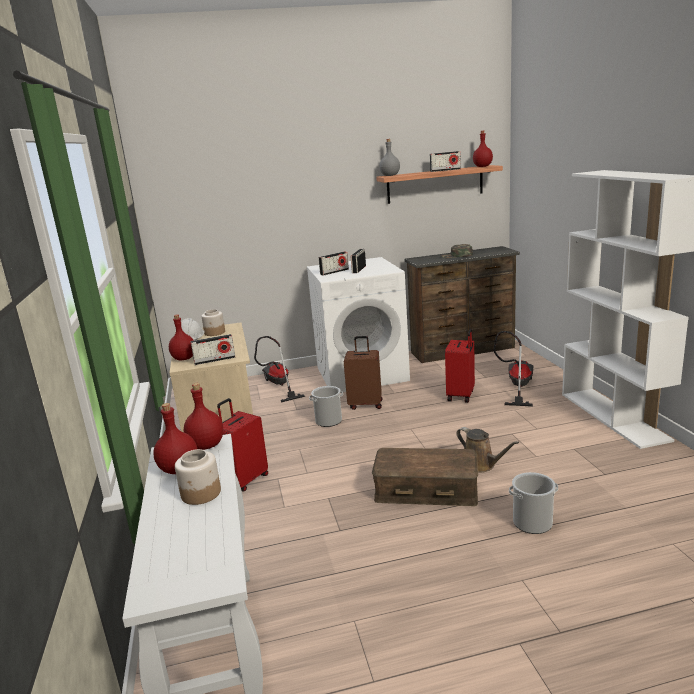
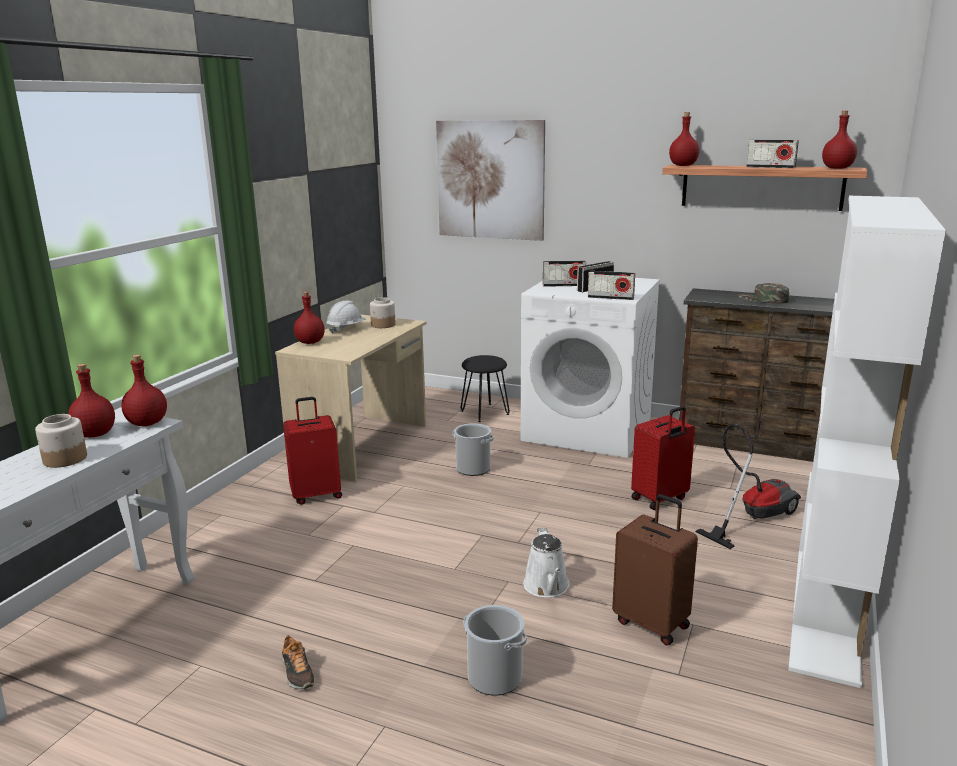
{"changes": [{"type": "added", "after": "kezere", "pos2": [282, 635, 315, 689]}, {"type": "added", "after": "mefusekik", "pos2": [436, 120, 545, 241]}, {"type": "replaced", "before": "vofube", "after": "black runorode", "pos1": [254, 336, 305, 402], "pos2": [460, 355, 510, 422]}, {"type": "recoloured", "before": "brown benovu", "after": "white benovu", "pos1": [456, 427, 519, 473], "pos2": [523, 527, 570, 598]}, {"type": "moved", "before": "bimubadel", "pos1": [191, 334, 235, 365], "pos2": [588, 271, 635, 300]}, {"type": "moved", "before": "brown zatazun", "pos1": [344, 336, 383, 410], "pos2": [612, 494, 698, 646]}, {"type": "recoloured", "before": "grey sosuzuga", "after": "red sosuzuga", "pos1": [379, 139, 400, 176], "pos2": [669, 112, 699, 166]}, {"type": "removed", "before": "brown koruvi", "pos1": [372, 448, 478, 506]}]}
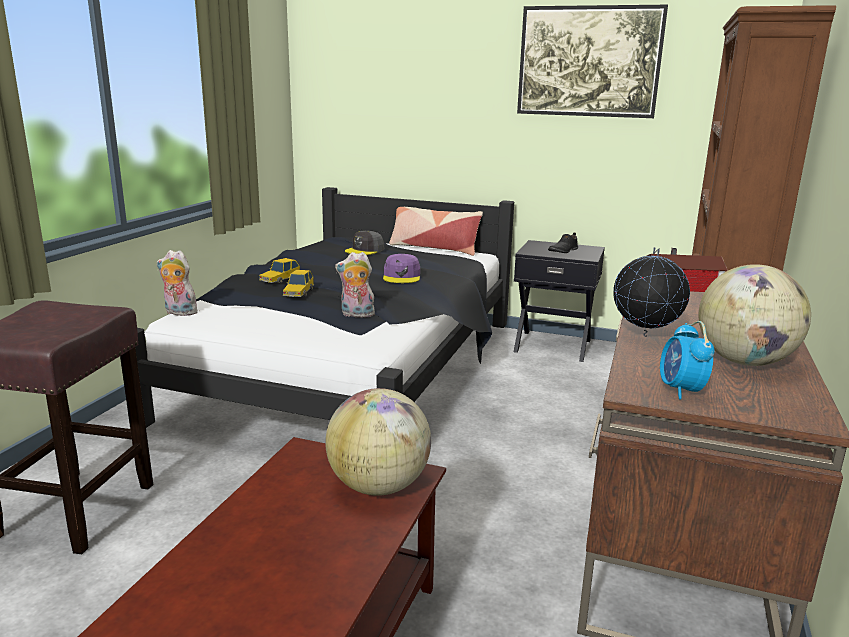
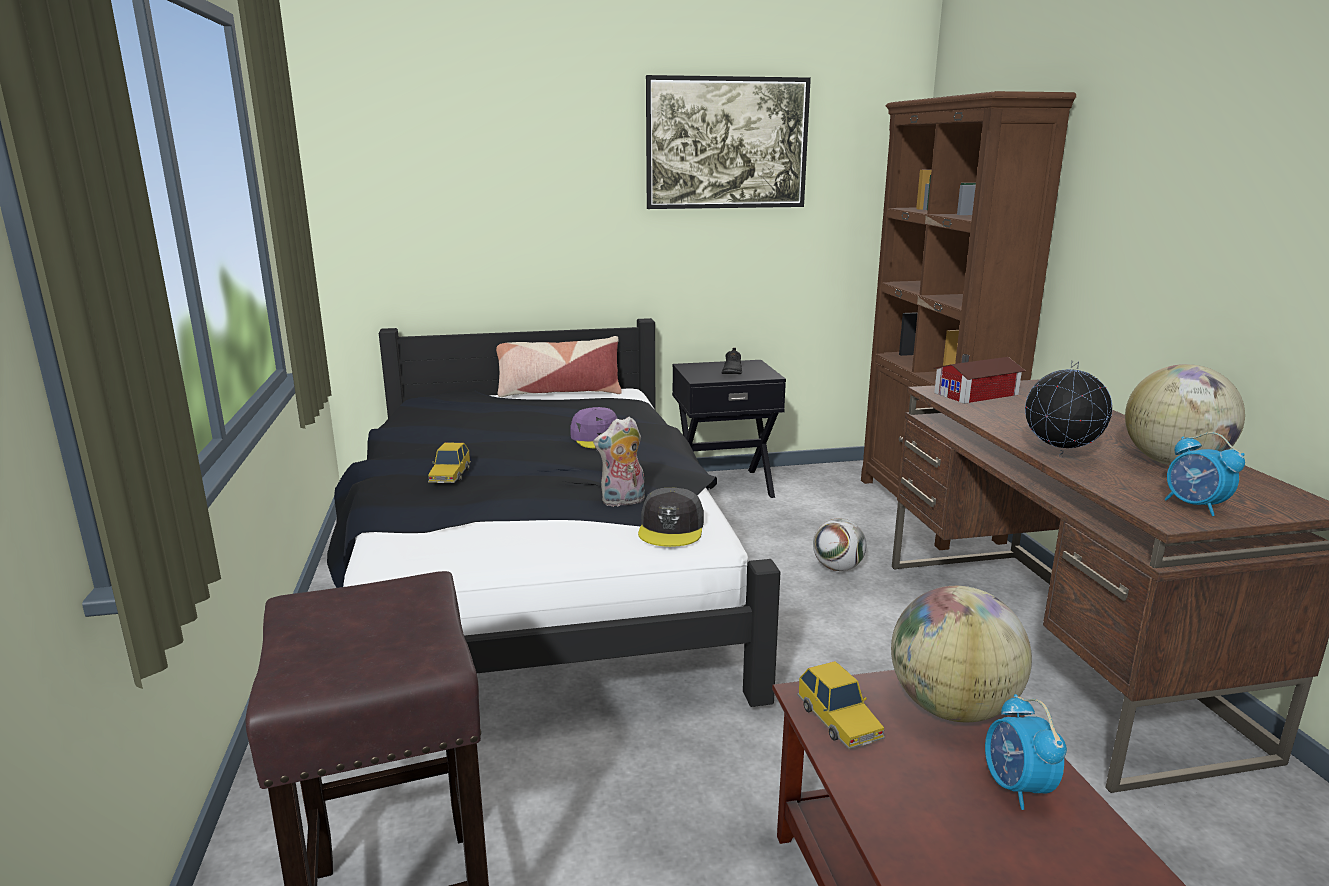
{"changes": [{"type": "moved", "before": "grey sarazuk", "pos1": [345, 231, 384, 255], "pos2": [638, 488, 704, 547]}, {"type": "moved", "before": "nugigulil", "pos1": [282, 270, 314, 297], "pos2": [797, 661, 885, 749]}, {"type": "added", "after": "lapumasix", "pos2": [813, 518, 866, 571]}, {"type": "added", "after": "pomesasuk", "pos2": [985, 694, 1067, 810]}, {"type": "removed", "before": "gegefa", "pos1": [157, 250, 202, 316]}]}
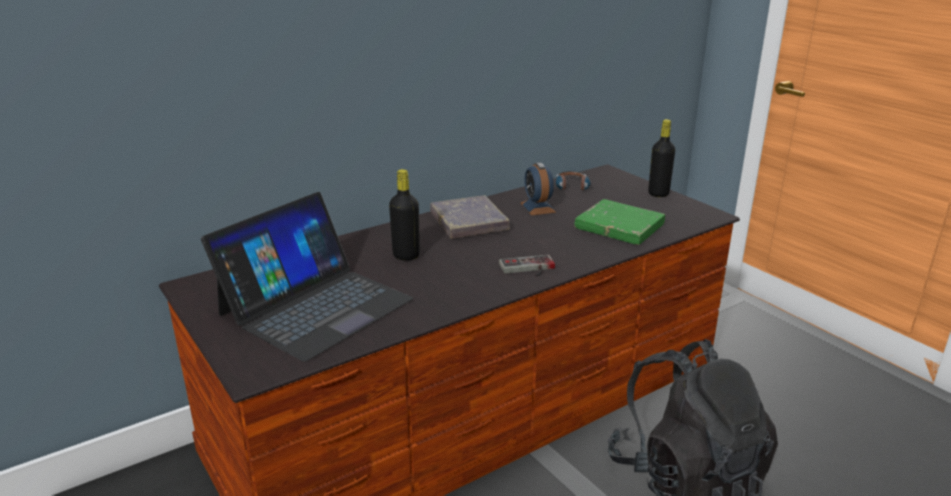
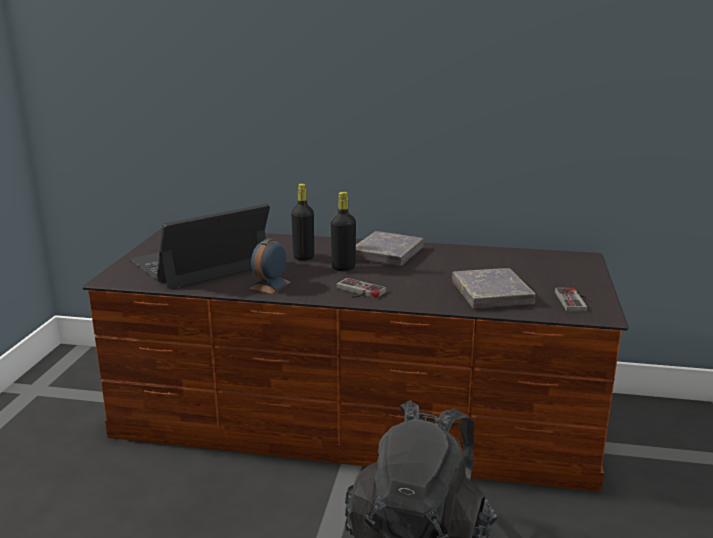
{"changes": [{"type": "turned", "before": "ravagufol", "pos1": [201, 192, 413, 362], "pos2": [130, 204, 270, 289], "turn": 150}, {"type": "moved", "before": "pomesasuk", "pos1": [521, 162, 556, 215], "pos2": [249, 238, 291, 294]}, {"type": "moved", "before": "black sosuzuga", "pos1": [648, 119, 675, 197], "pos2": [331, 192, 356, 271]}, {"type": "recoloured", "before": "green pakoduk", "after": "grey pakoduk", "pos1": [574, 199, 665, 245], "pos2": [452, 268, 536, 308]}, {"type": "added", "after": "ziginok", "pos2": [555, 288, 592, 312]}, {"type": "removed", "before": "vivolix", "pos1": [556, 171, 590, 190]}]}
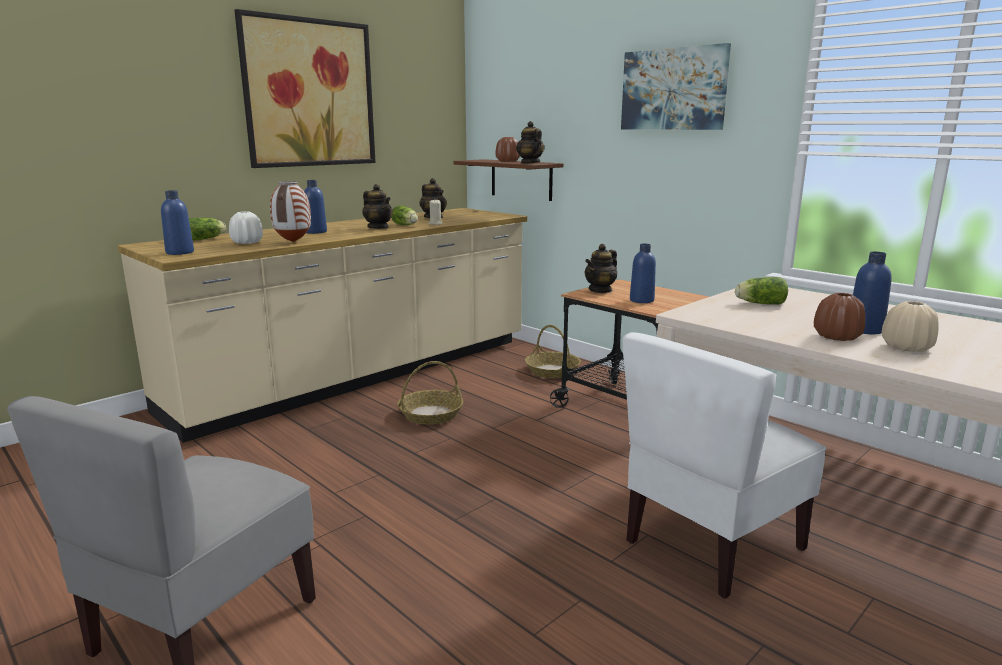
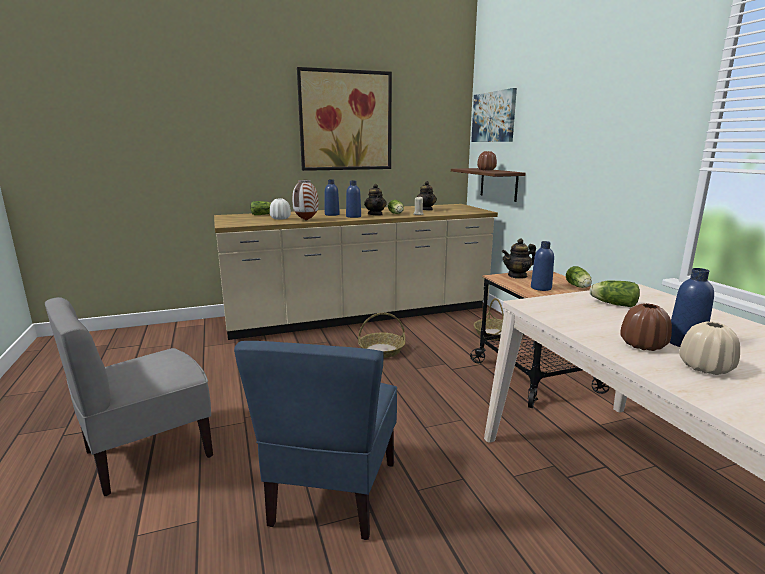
{"changes": [{"type": "added", "after": "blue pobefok", "pos2": [234, 341, 397, 540]}, {"type": "moved", "before": "blue sosuzuga", "pos1": [161, 190, 194, 255], "pos2": [346, 180, 361, 218]}, {"type": "moved", "before": "mefusekik", "pos1": [621, 43, 731, 130], "pos2": [471, 88, 517, 142]}, {"type": "added", "after": "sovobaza", "pos2": [566, 266, 592, 288]}, {"type": "removed", "before": "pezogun", "pos1": [516, 121, 545, 164]}, {"type": "removed", "before": "white pobefok", "pos1": [623, 332, 827, 599]}]}
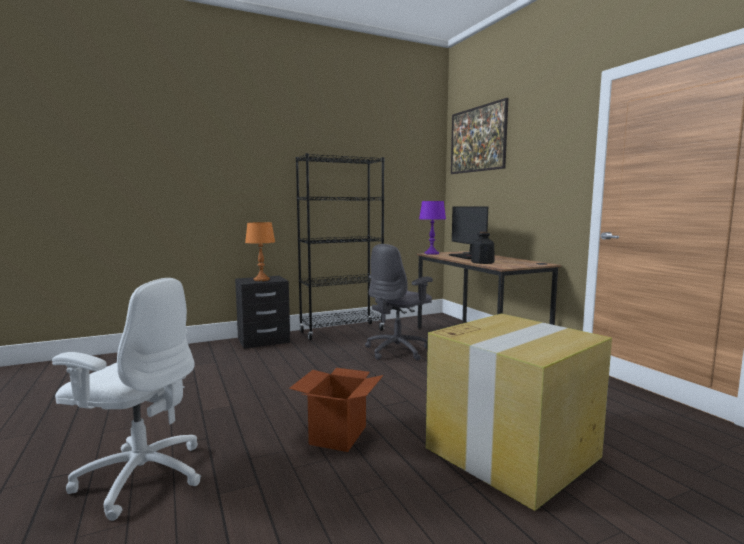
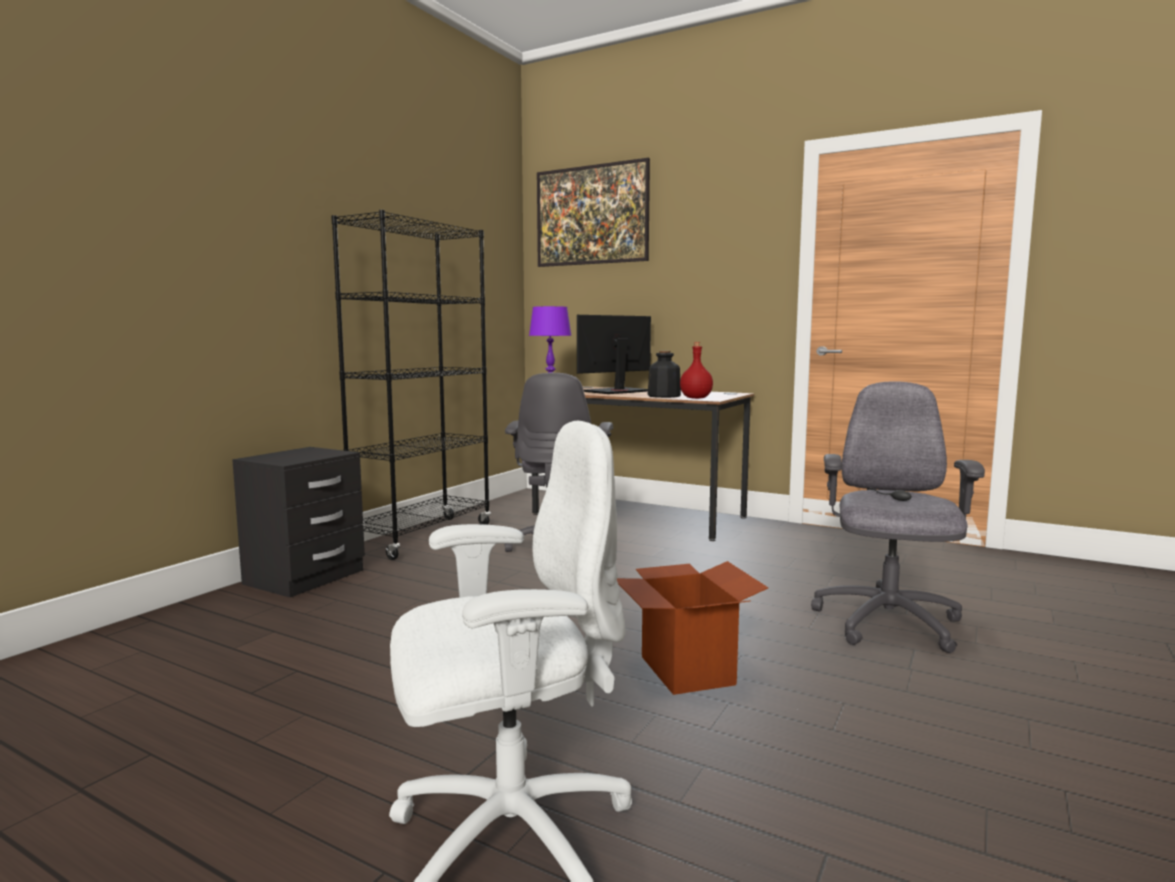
{"changes": [{"type": "turned", "before": "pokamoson", "pos1": [449, 207, 488, 259], "pos2": [577, 315, 651, 394], "turn": 105}, {"type": "added", "after": "red sosuzuga", "pos2": [680, 342, 713, 399]}, {"type": "replaced", "before": "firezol", "after": "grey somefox", "pos1": [426, 314, 612, 511], "pos2": [811, 381, 985, 653]}, {"type": "removed", "before": "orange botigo", "pos1": [245, 222, 275, 281]}]}
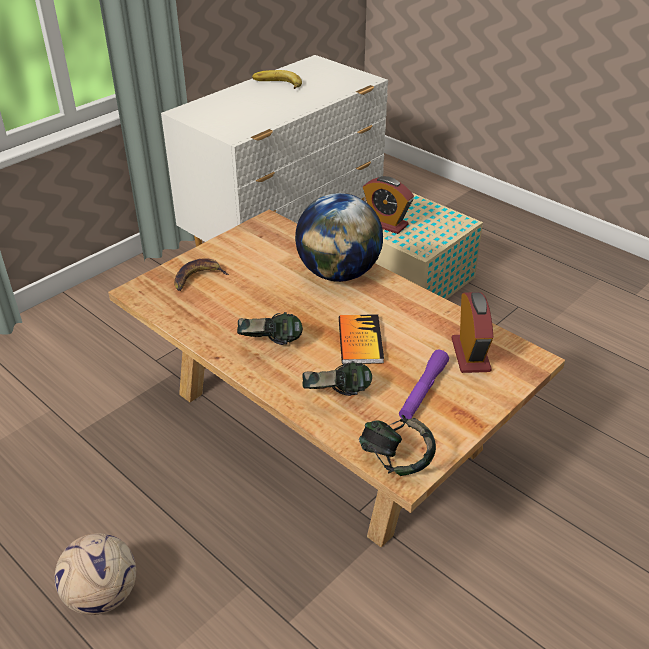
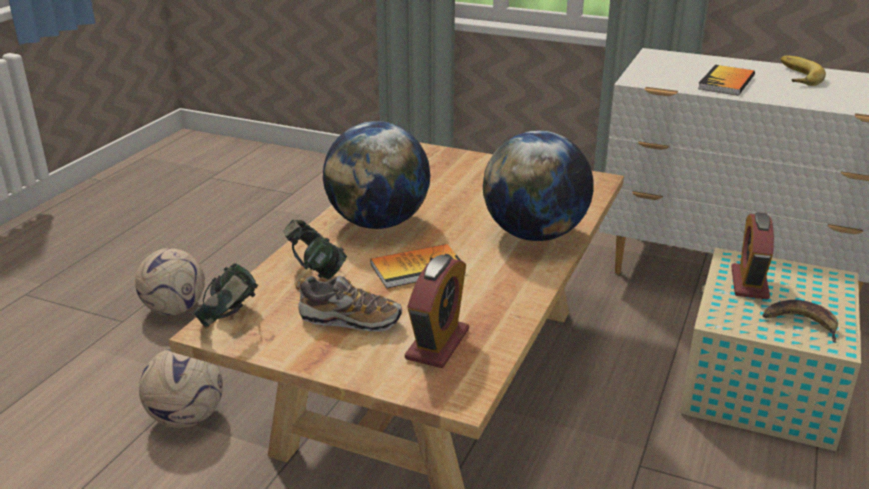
{"changes": [{"type": "added", "after": "lapumasix", "pos2": [139, 348, 223, 428]}, {"type": "replaced", "before": "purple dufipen", "after": "kezere", "pos1": [399, 350, 449, 420], "pos2": [296, 276, 402, 332]}, {"type": "replaced", "before": "vivolix", "after": "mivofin", "pos1": [237, 312, 303, 345], "pos2": [323, 121, 430, 229]}, {"type": "turned", "before": "pomesasuk", "pos1": [452, 292, 493, 373], "pos2": [405, 255, 469, 368], "turn": -45}, {"type": "added", "after": "pakoduk", "pos2": [698, 65, 755, 95]}, {"type": "moved", "before": "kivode", "pos1": [174, 258, 229, 291], "pos2": [763, 300, 838, 343]}]}
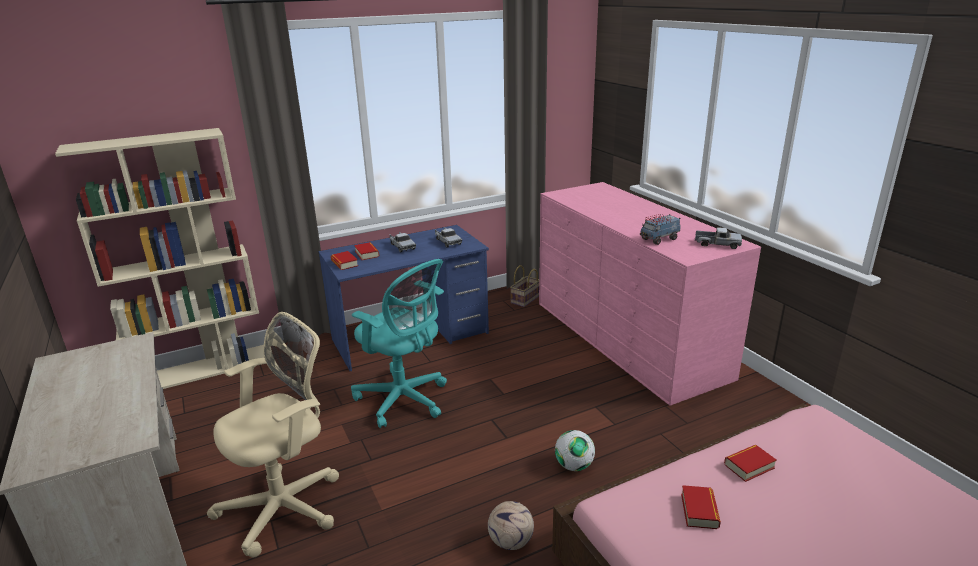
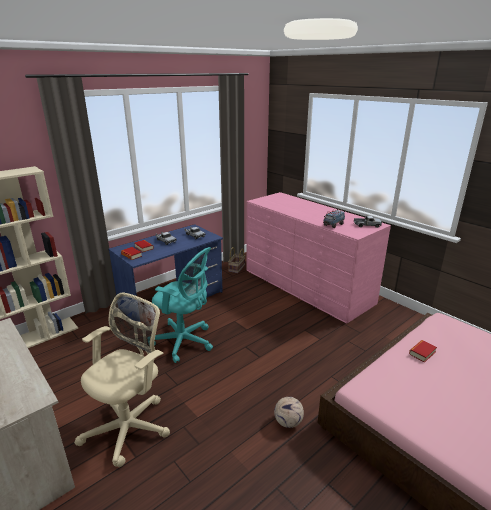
{"changes": [{"type": "removed", "before": "lapumasix", "pos1": [555, 430, 595, 471]}, {"type": "removed", "before": "pakoduk", "pos1": [681, 485, 721, 529]}]}
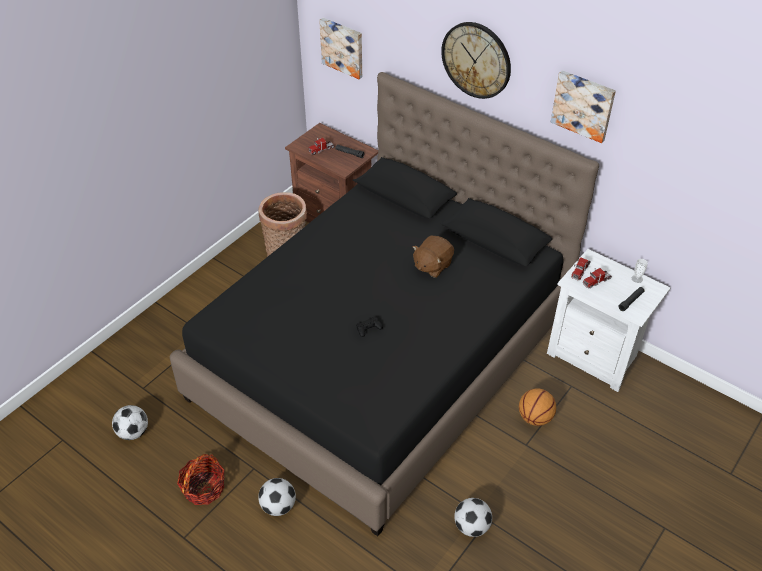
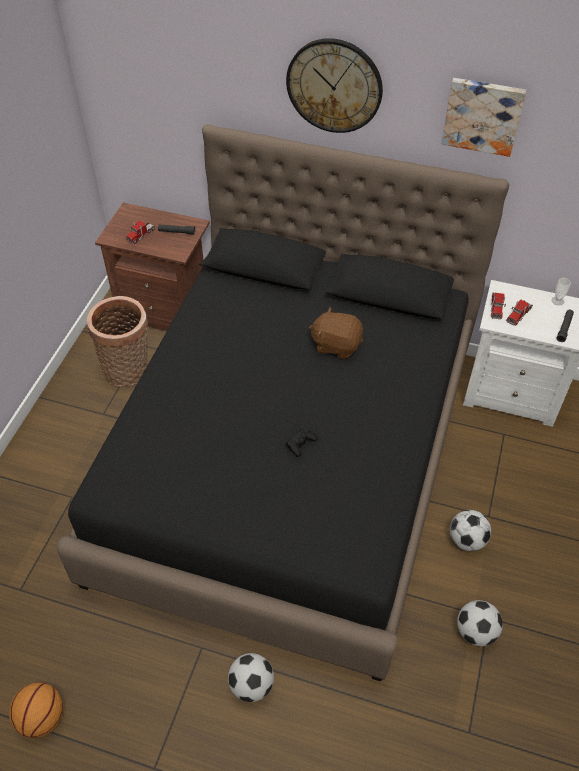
{"changes": [{"type": "moved", "before": "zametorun", "pos1": [519, 388, 556, 426], "pos2": [9, 682, 63, 738]}, {"type": "turned", "before": "brown gegefa", "pos1": [413, 235, 454, 278], "pos2": [309, 307, 363, 359], "turn": 90}, {"type": "moved", "before": "lapumasix", "pos1": [112, 405, 148, 440], "pos2": [450, 510, 492, 551]}, {"type": "removed", "before": "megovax", "pos1": [177, 454, 225, 505]}, {"type": "removed", "before": "mefusekik", "pos1": [319, 18, 362, 79]}]}
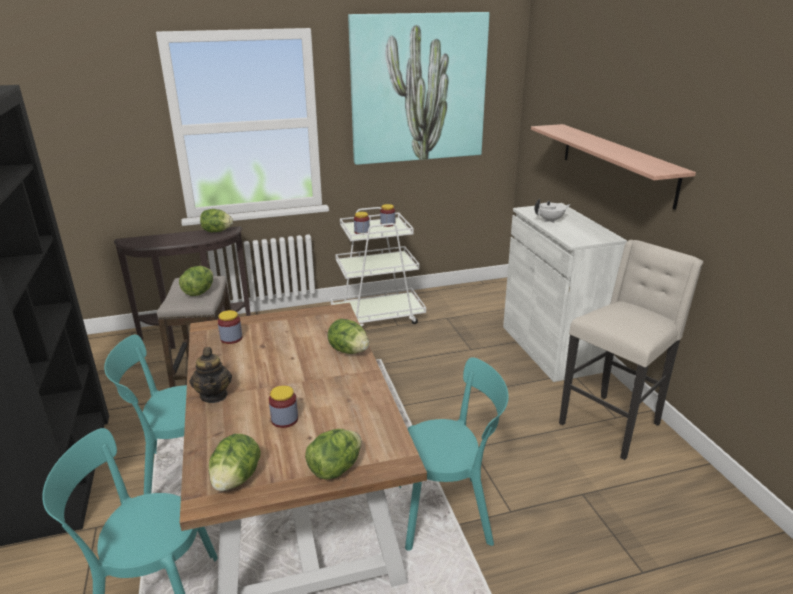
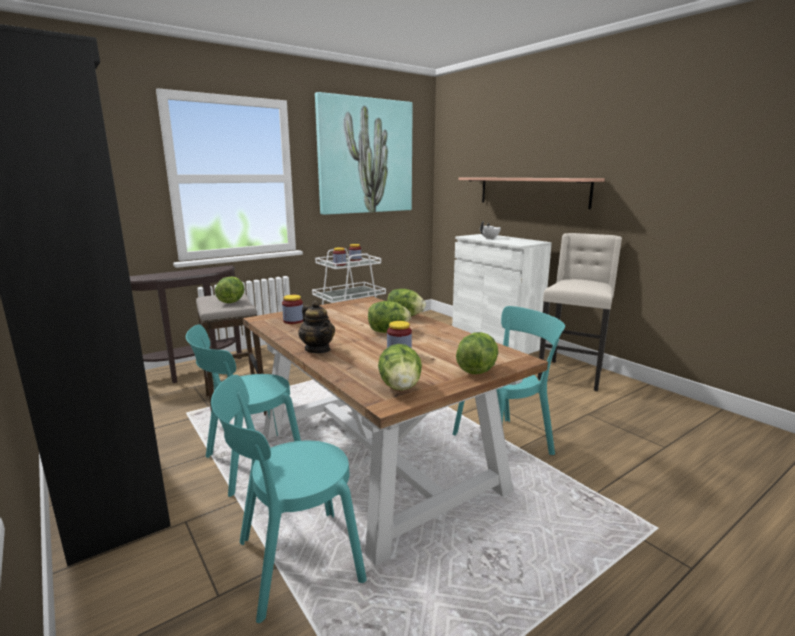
{"changes": [{"type": "moved", "before": "sovobaza", "pos1": [200, 209, 233, 232], "pos2": [368, 301, 411, 333]}]}
